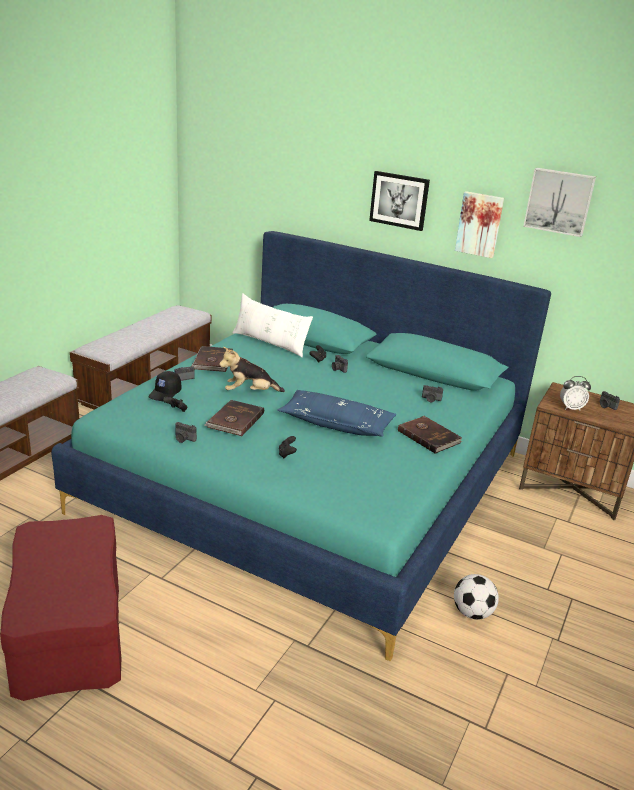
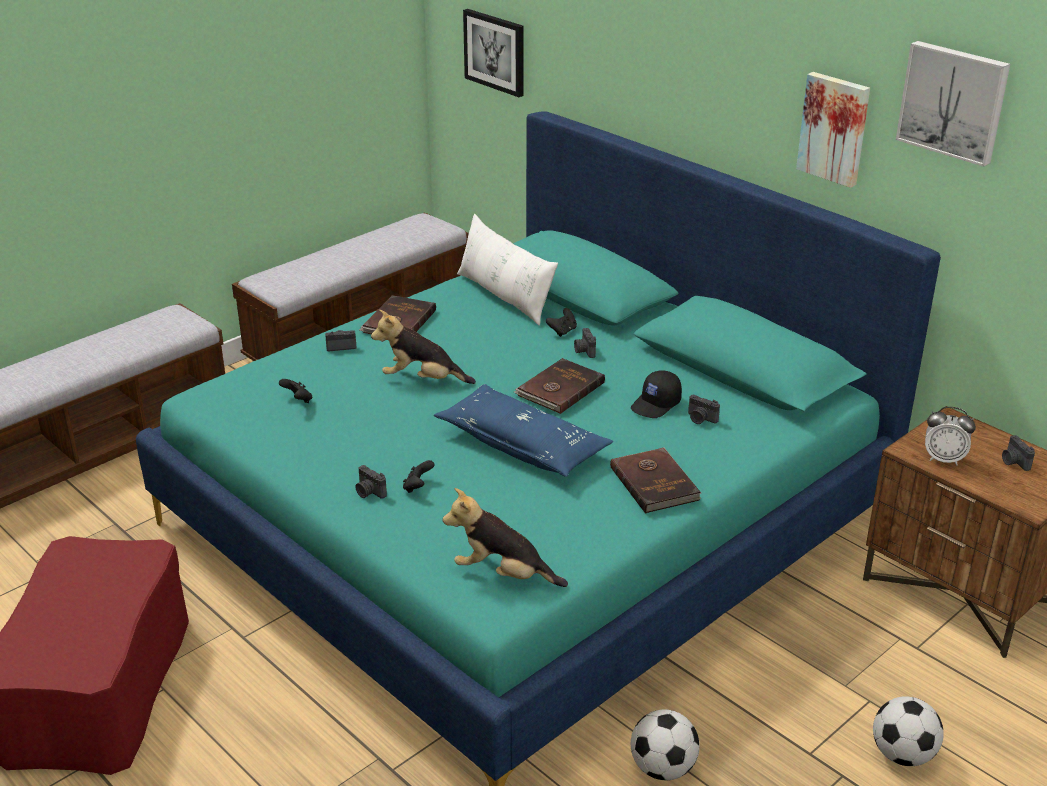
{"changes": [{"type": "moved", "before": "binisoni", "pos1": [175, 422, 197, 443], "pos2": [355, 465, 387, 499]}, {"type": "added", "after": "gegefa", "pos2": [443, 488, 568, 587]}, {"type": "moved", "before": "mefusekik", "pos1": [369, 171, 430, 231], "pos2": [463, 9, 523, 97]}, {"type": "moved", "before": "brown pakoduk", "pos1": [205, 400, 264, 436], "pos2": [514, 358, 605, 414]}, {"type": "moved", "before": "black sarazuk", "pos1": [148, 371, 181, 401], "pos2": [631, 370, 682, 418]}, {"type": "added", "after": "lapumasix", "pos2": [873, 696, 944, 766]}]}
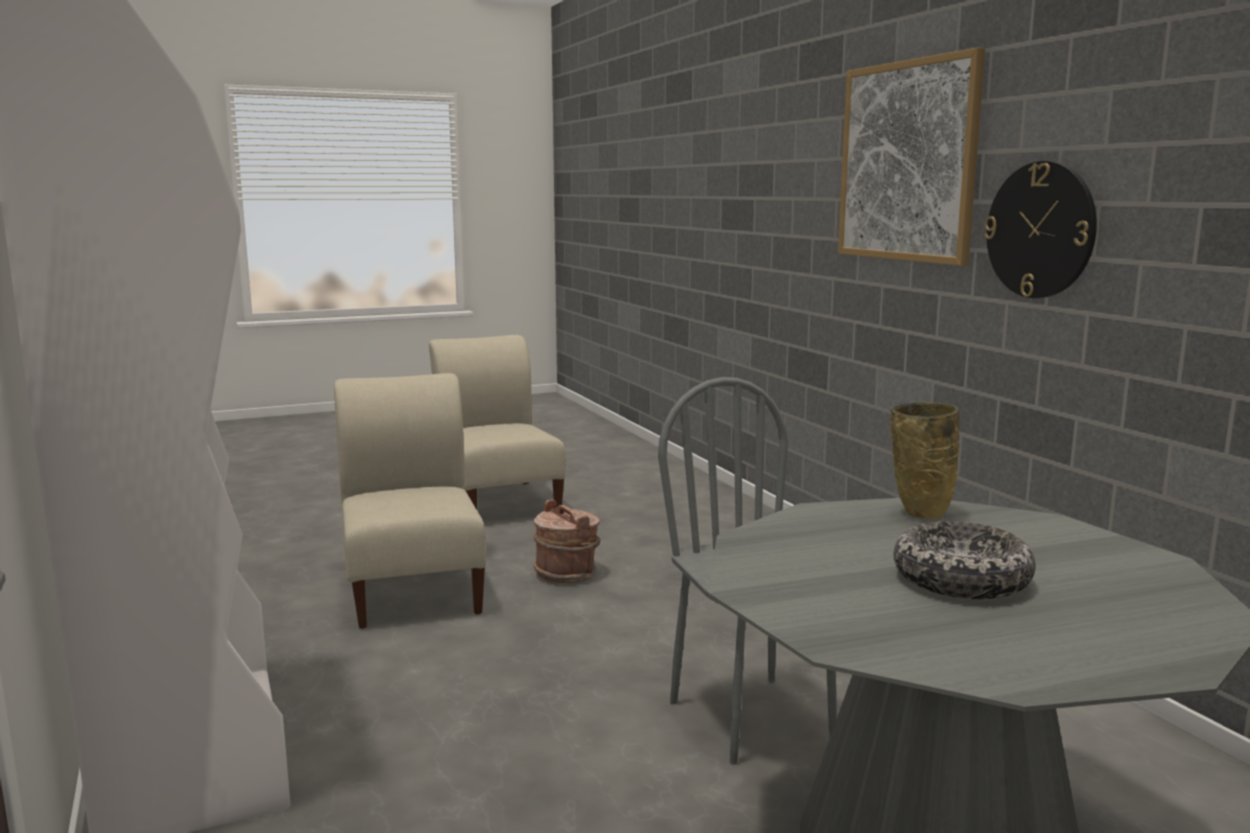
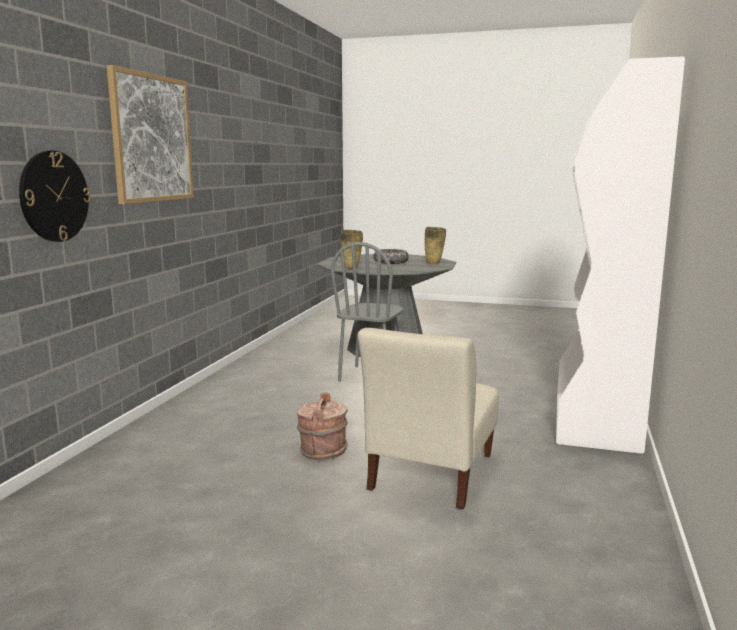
{"changes": [{"type": "moved", "before": "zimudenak", "pos1": [984, 161, 1097, 298], "pos2": [19, 150, 91, 242]}, {"type": "added", "after": "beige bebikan", "pos2": [425, 227, 446, 264]}, {"type": "removed", "before": "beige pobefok", "pos1": [429, 335, 565, 510]}]}
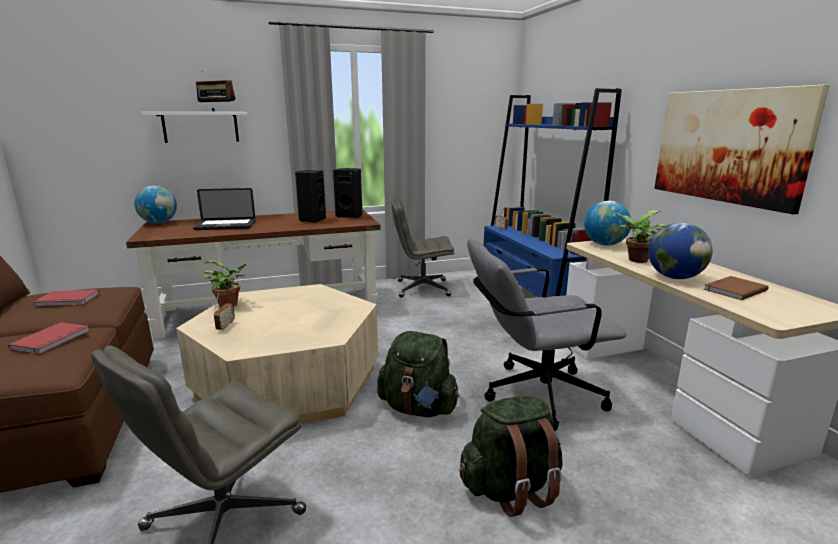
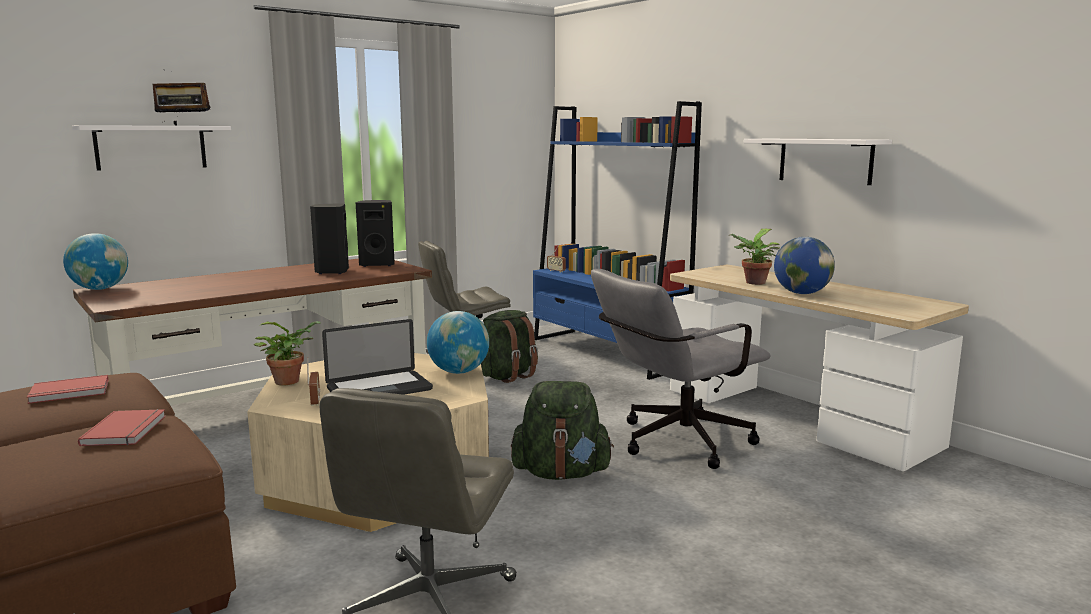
{"changes": [{"type": "moved", "before": "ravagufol", "pos1": [193, 188, 255, 230], "pos2": [322, 319, 433, 395]}, {"type": "moved", "before": "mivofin", "pos1": [584, 201, 631, 246], "pos2": [427, 311, 489, 374]}, {"type": "moved", "before": "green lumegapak", "pos1": [459, 396, 563, 517], "pos2": [481, 310, 538, 383]}, {"type": "replaced", "before": "mefusekik", "after": "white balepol", "pos1": [654, 85, 830, 214], "pos2": [743, 139, 892, 185]}, {"type": "removed", "before": "brown pakoduk", "pos1": [704, 276, 769, 300]}]}
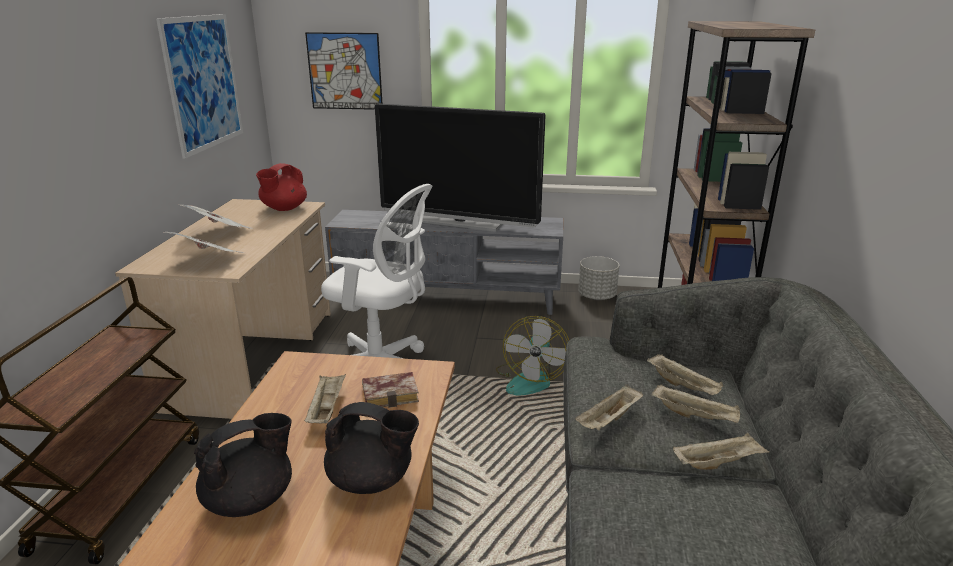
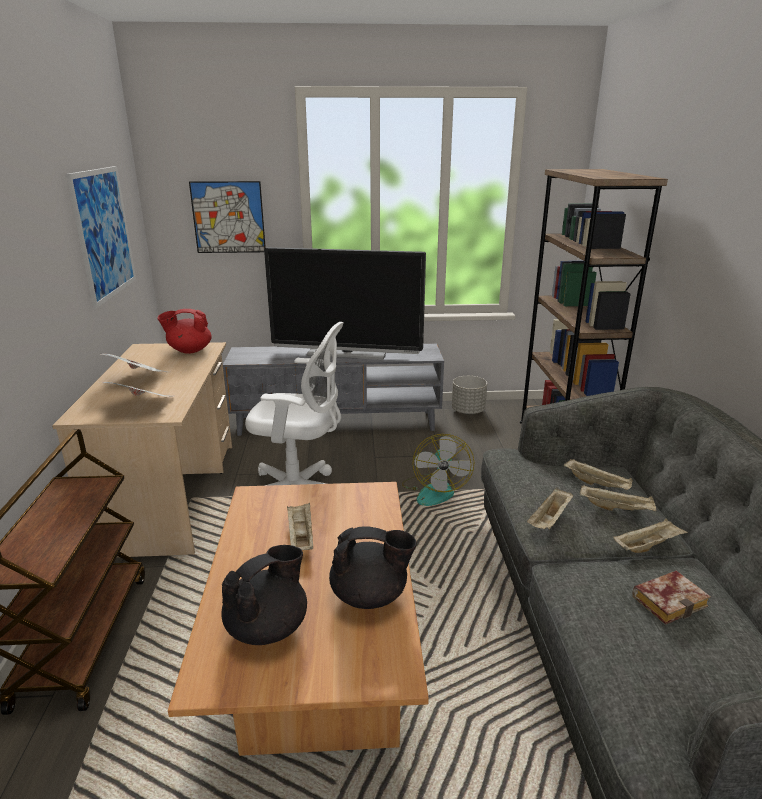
{"changes": [{"type": "turned", "before": "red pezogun", "pos1": [256, 163, 307, 211], "pos2": [157, 309, 212, 354], "turn": 60}, {"type": "moved", "before": "pakoduk", "pos1": [362, 372, 419, 408], "pos2": [632, 571, 711, 625]}]}
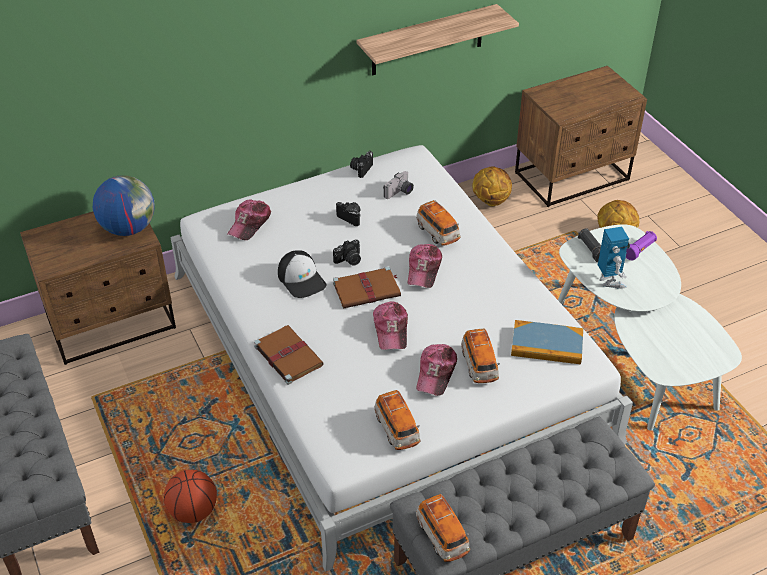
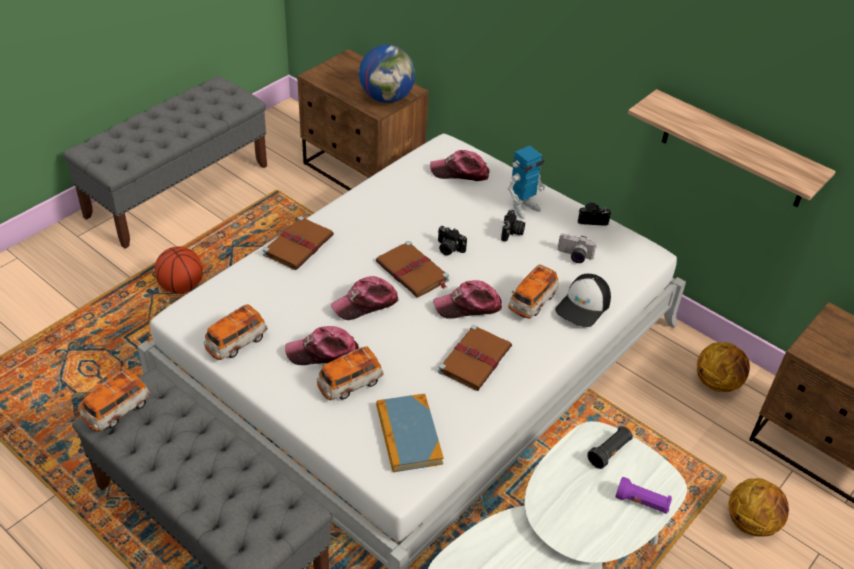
{"changes": [{"type": "added", "after": "brown pakoduk", "pos2": [438, 325, 512, 391]}, {"type": "moved", "before": "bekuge", "pos1": [598, 227, 630, 289], "pos2": [508, 146, 545, 219]}, {"type": "moved", "before": "sarazuk", "pos1": [278, 250, 326, 298], "pos2": [555, 274, 611, 327]}]}
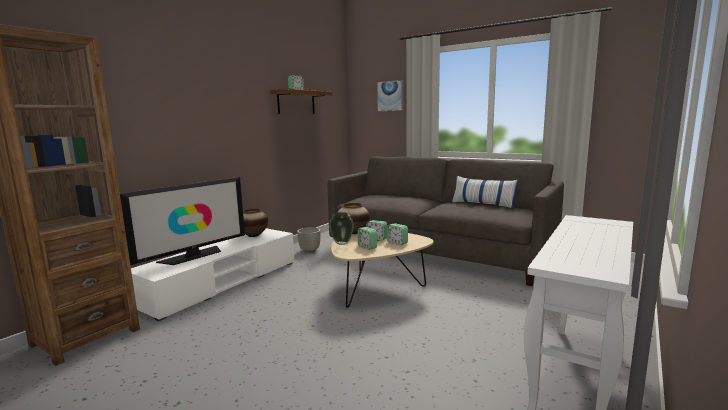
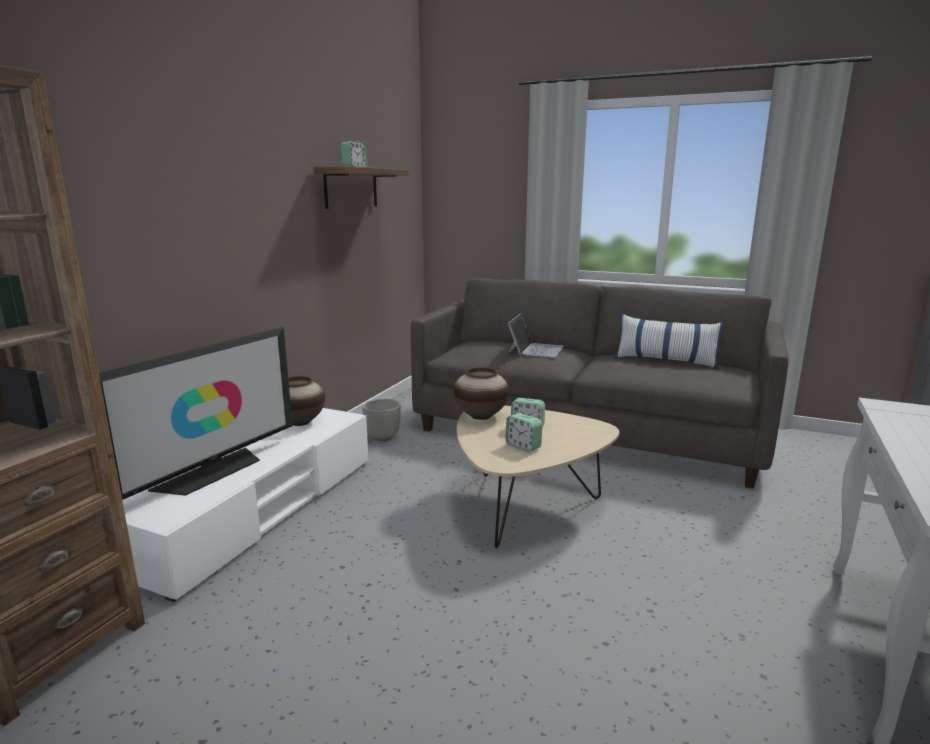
{"changes": [{"type": "added", "after": "ravagufol", "pos2": [508, 314, 564, 357]}, {"type": "removed", "before": "bebikan", "pos1": [329, 212, 354, 245]}, {"type": "removed", "before": "mefusekik", "pos1": [377, 80, 403, 111]}, {"type": "removed", "before": "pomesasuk", "pos1": [387, 223, 408, 245]}]}
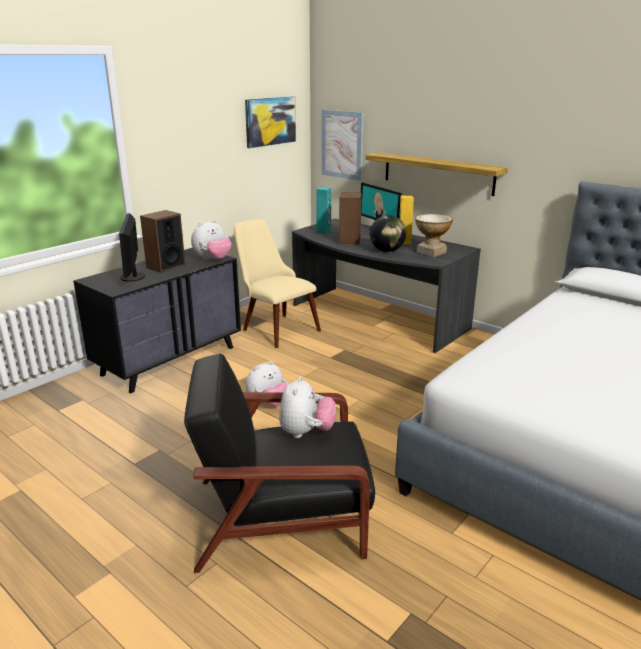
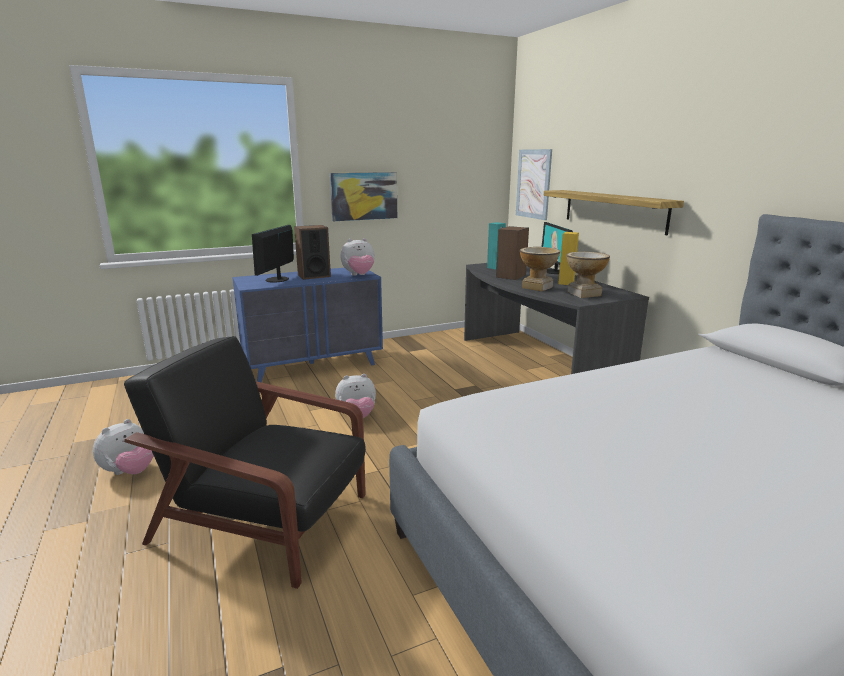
{"changes": [{"type": "moved", "before": "gegefa", "pos1": [279, 376, 336, 438], "pos2": [93, 419, 154, 475]}, {"type": "recoloured", "before": "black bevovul", "after": "blue bevovul", "pos1": [73, 248, 241, 394], "pos2": [232, 268, 383, 382]}, {"type": "moved", "before": "mefusekik", "pos1": [245, 96, 296, 148], "pos2": [330, 172, 397, 221]}, {"type": "replaced", "before": "mivofin", "after": "bebikan", "pos1": [370, 215, 406, 252], "pos2": [520, 247, 560, 291]}, {"type": "removed", "before": "beige pobefok", "pos1": [234, 219, 321, 348]}]}
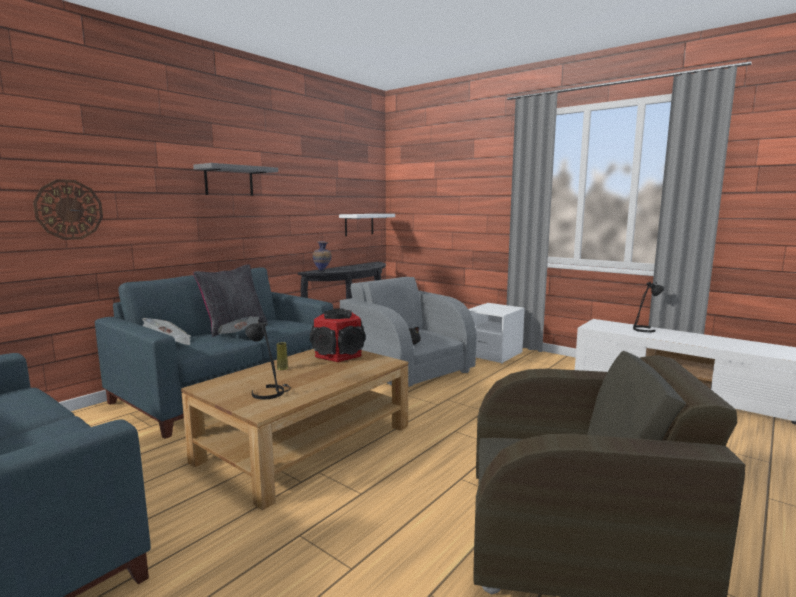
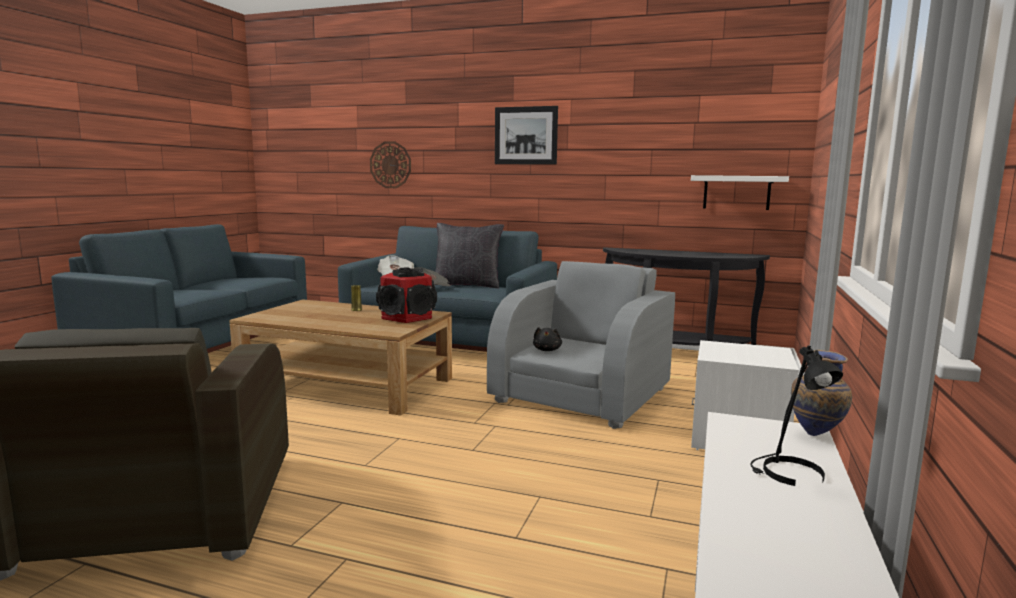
{"changes": [{"type": "replaced", "before": "grey balepol", "after": "mefusekik", "pos1": [193, 163, 278, 196], "pos2": [495, 106, 558, 165]}, {"type": "moved", "before": "bebikan", "pos1": [313, 241, 332, 271], "pos2": [791, 350, 852, 436]}, {"type": "removed", "before": "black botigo", "pos1": [245, 319, 291, 400]}]}
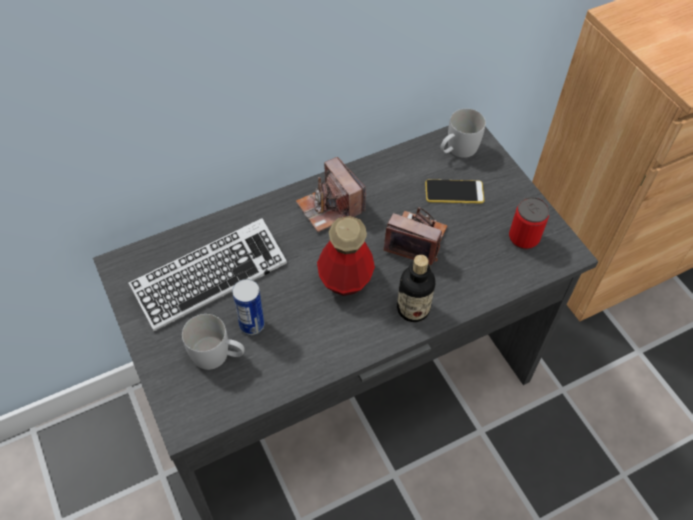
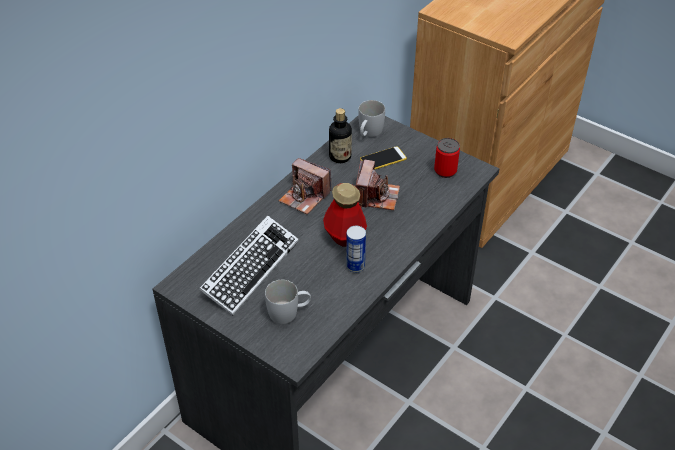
{"changes": [{"type": "moved", "before": "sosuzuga", "pos1": [397, 255, 436, 322], "pos2": [329, 108, 352, 163]}, {"type": "moved", "before": "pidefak", "pos1": [232, 279, 264, 335], "pos2": [346, 226, 366, 273]}, {"type": "turned", "before": "binisoni", "pos1": [384, 207, 448, 265], "pos2": [356, 160, 400, 210], "turn": 105}]}
